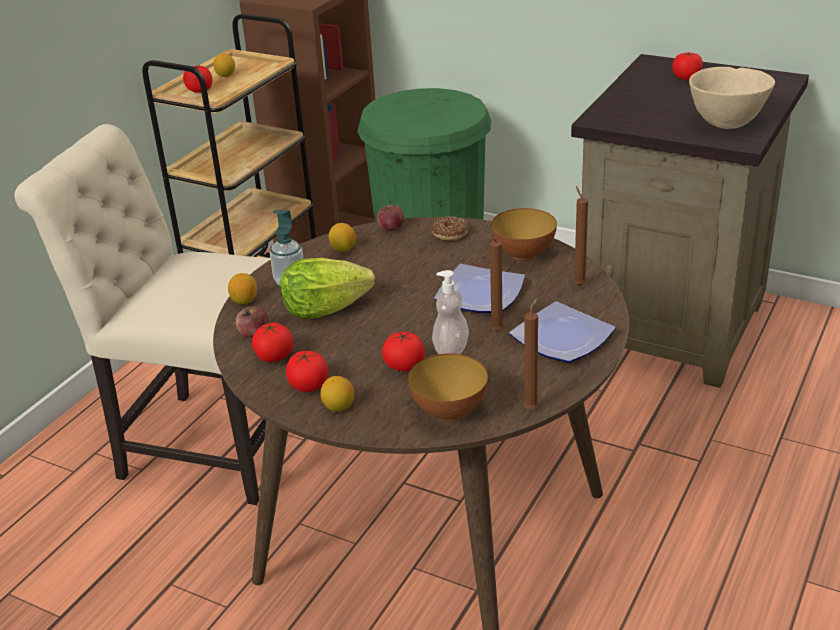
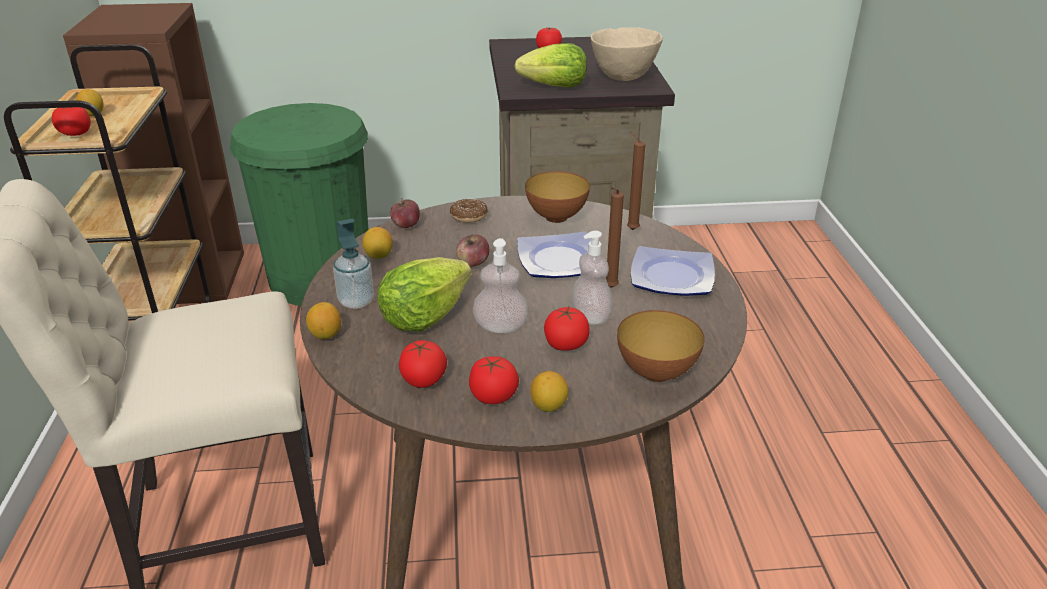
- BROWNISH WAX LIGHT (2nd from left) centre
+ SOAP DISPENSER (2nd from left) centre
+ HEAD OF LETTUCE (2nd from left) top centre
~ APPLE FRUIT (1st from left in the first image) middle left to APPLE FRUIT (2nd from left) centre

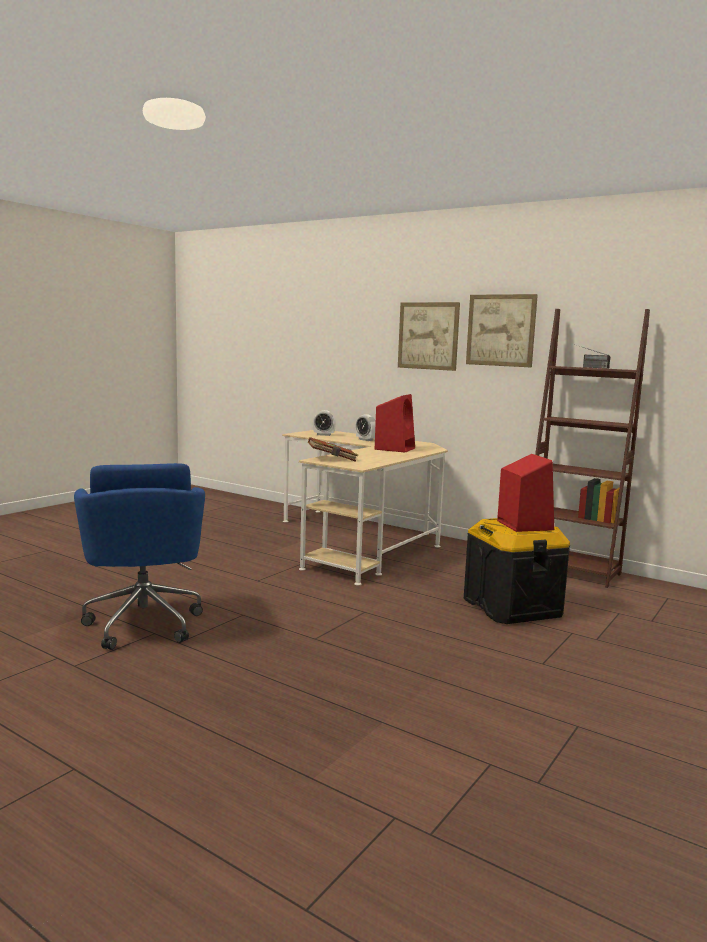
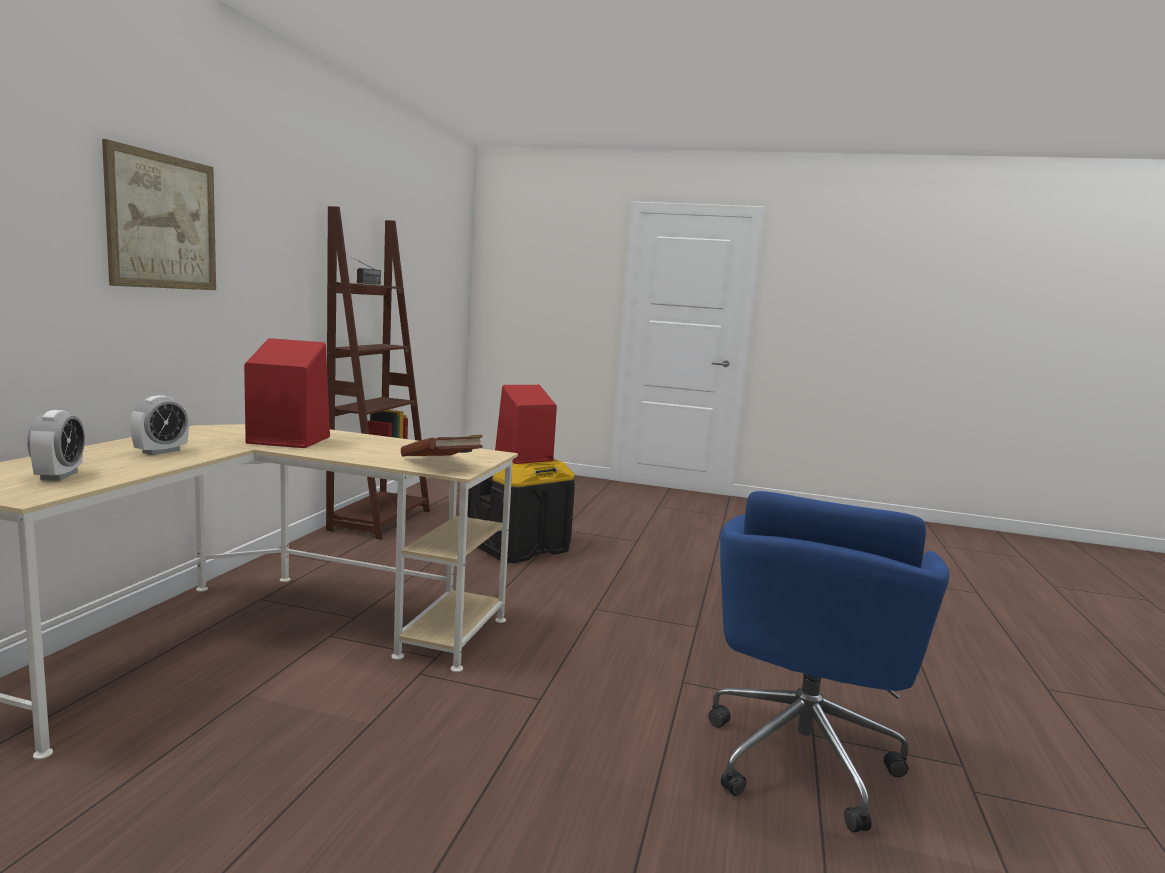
- PICTURE (2nd from left) middle right
~ BLUE OFFICE CHAIR middle left = bottom right 150 degrees clockwise

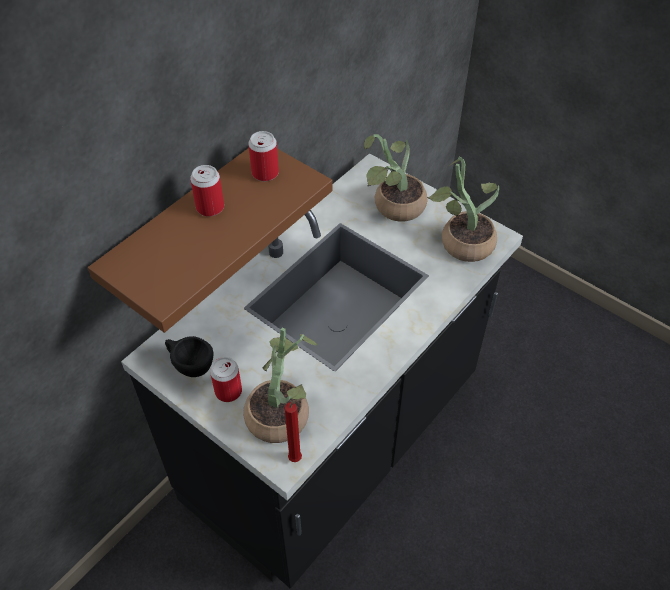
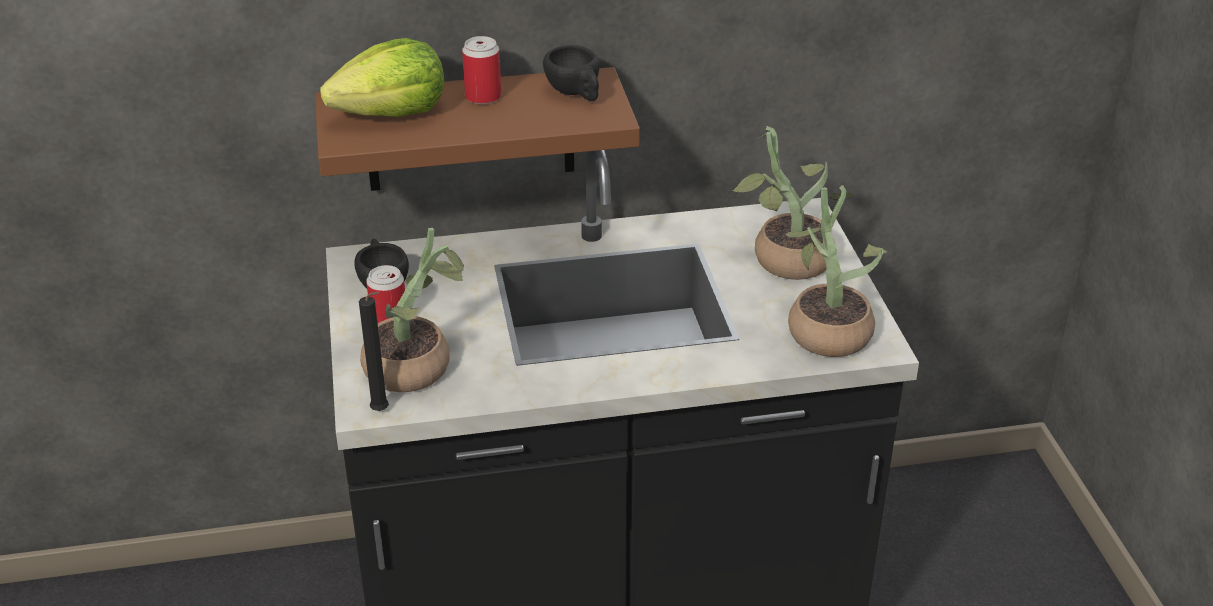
+ HEAD OF LETTUCE top left
~ SEALED CAN (3rd from left) top centre to BLACKISH DRINKING CUP (2nd from left) top centre
~ RED WAX LIGHT bottom centre to BLACKISH WAX LIGHT middle left

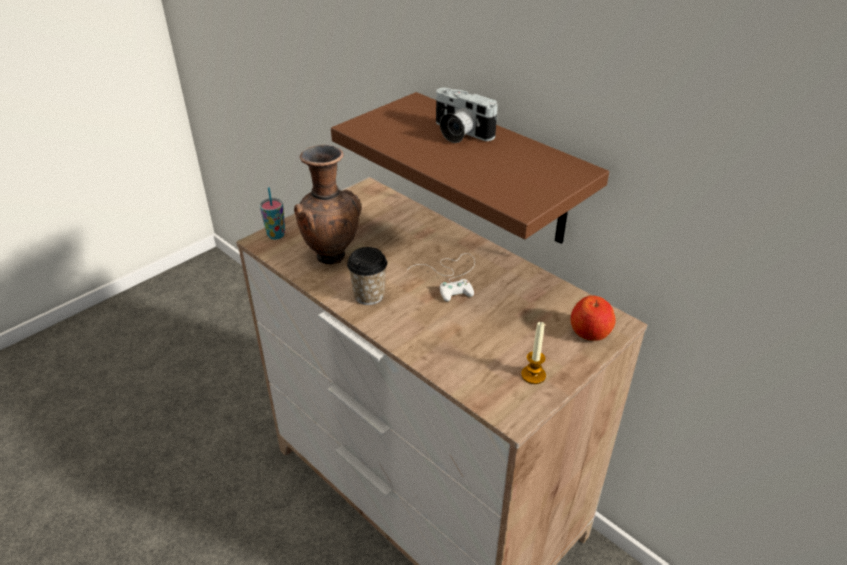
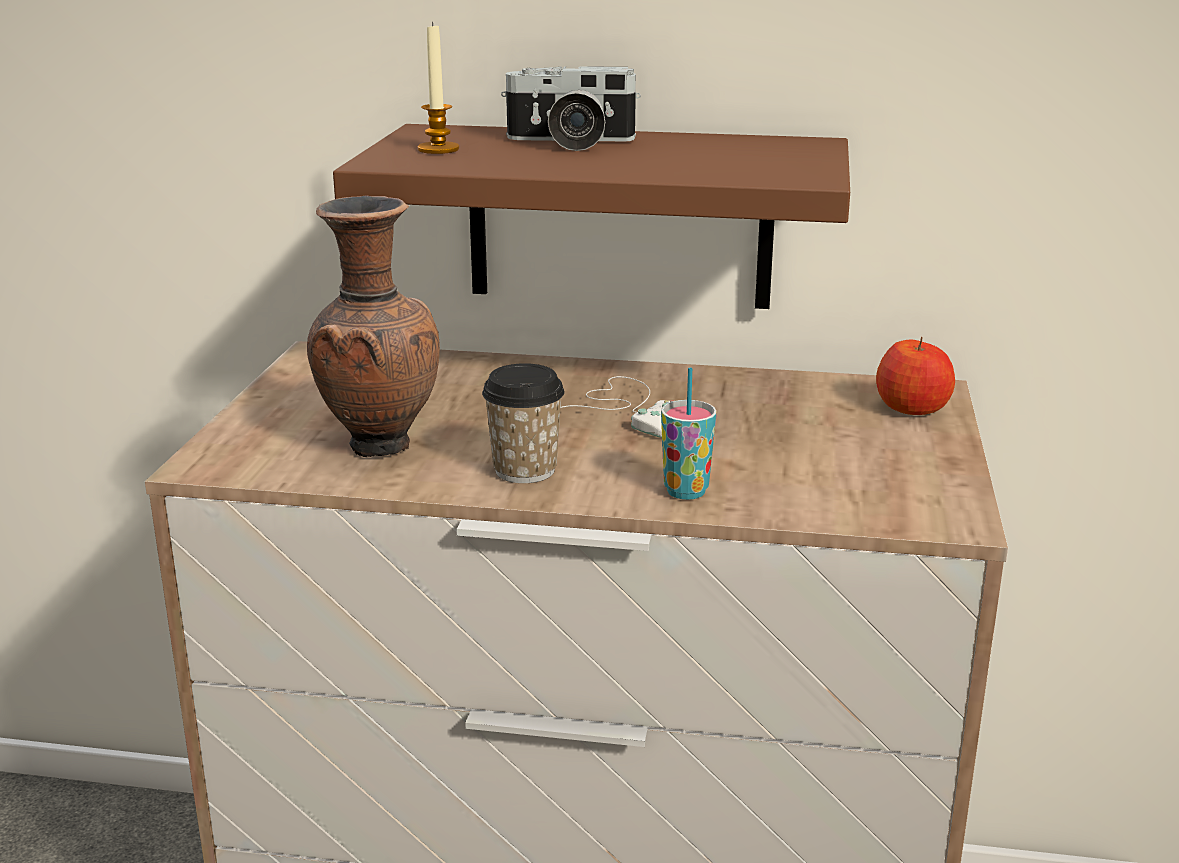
~ DRINKING CUP (1st from left in the first image) middle left to DRINKING CUP (2nd from left) centre
~ WAX LIGHT centre to top centre

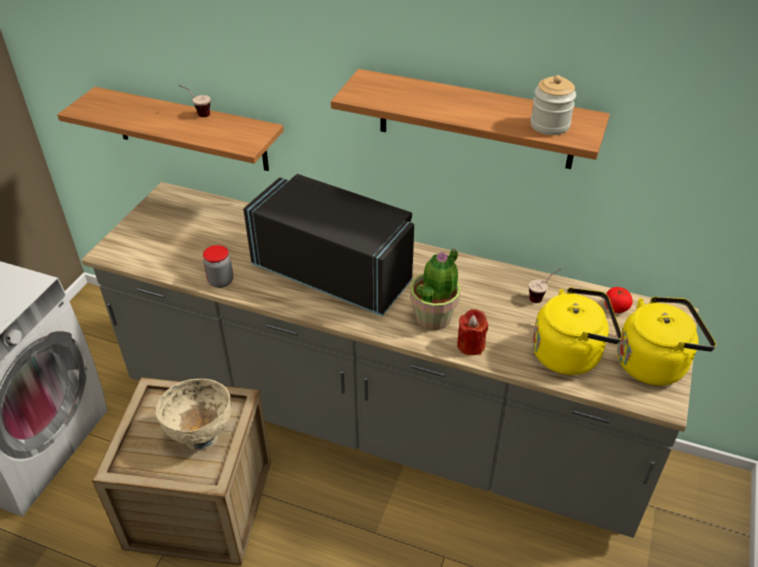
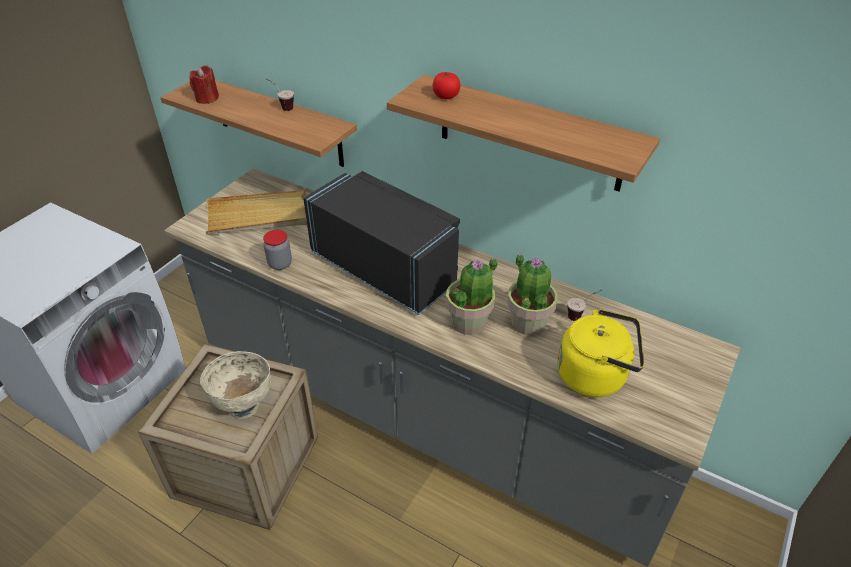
- PRESERVE JAR (2nd from left) top right
- YELLOW-COLOURED KETTLE (2nd from left) middle right
+ SAND-COLOURED SERVING TRAY middle left
+ PLANT IN A POT (2nd from left) centre
~ RED WAX LIGHT centre to top left
~ TOMATO middle right to top centre

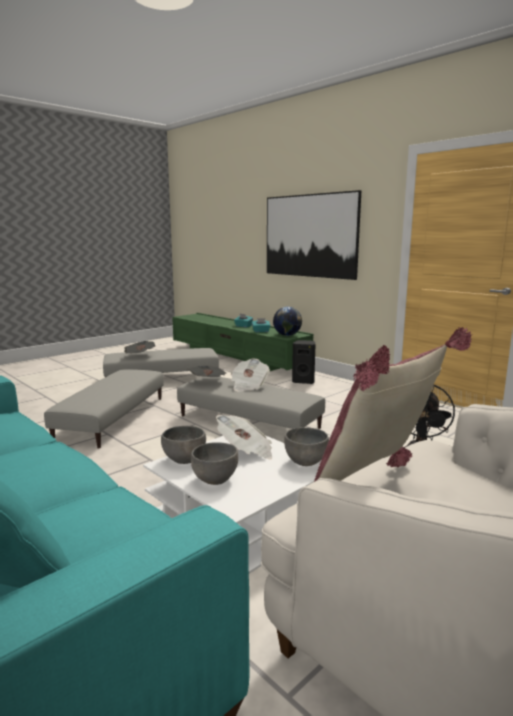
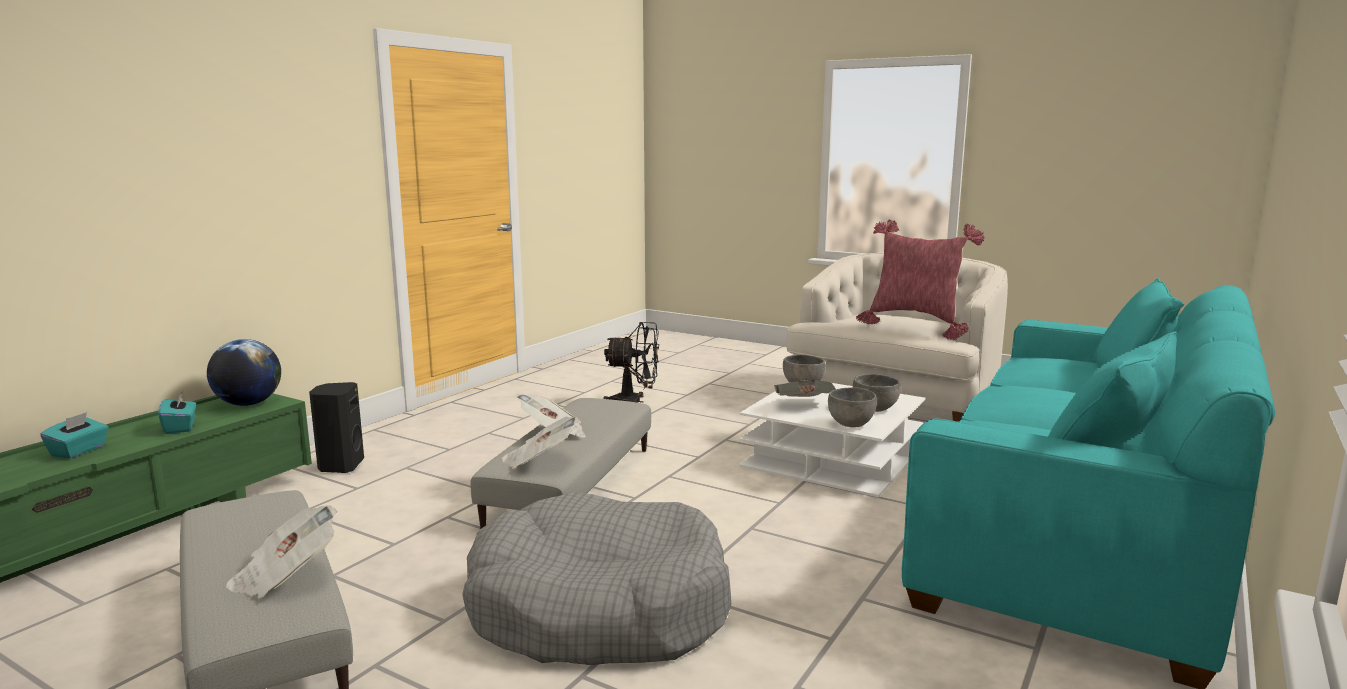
- PICTURE top centre
~ GREY POUFFE (1st from left) middle left to GREY DOG BED bottom centre

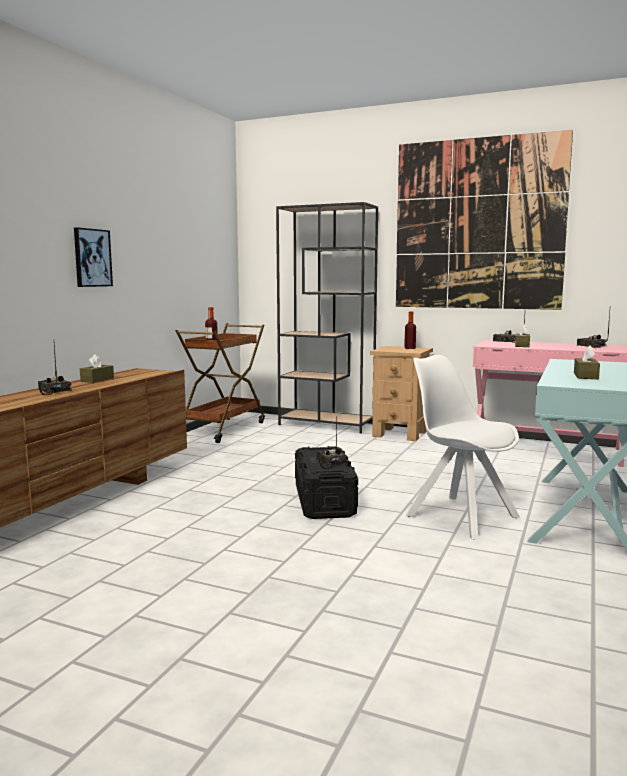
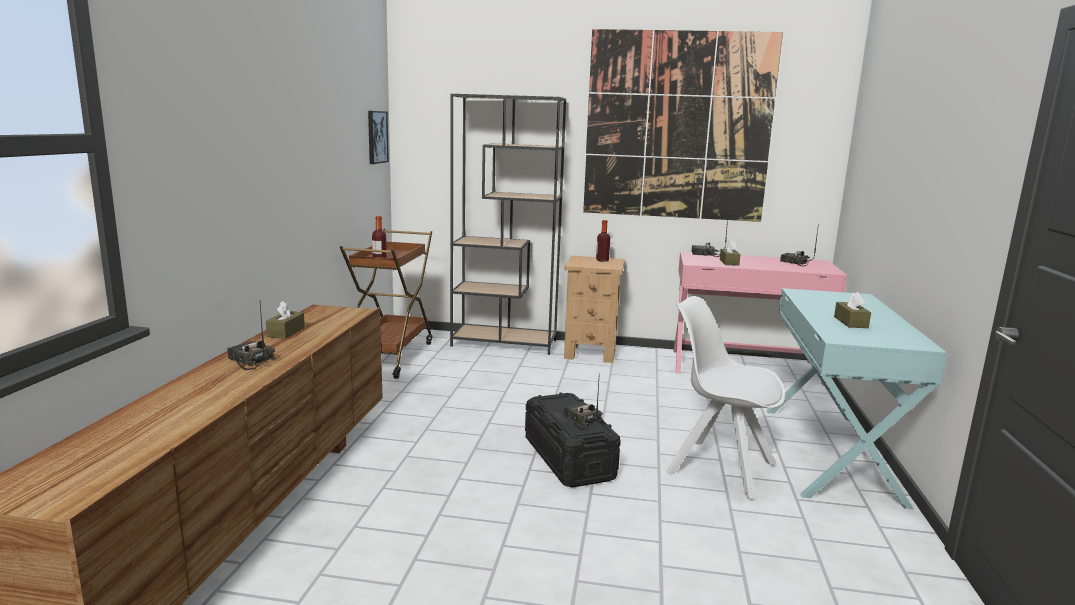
~ PICTURE (1st from left) top left to top centre

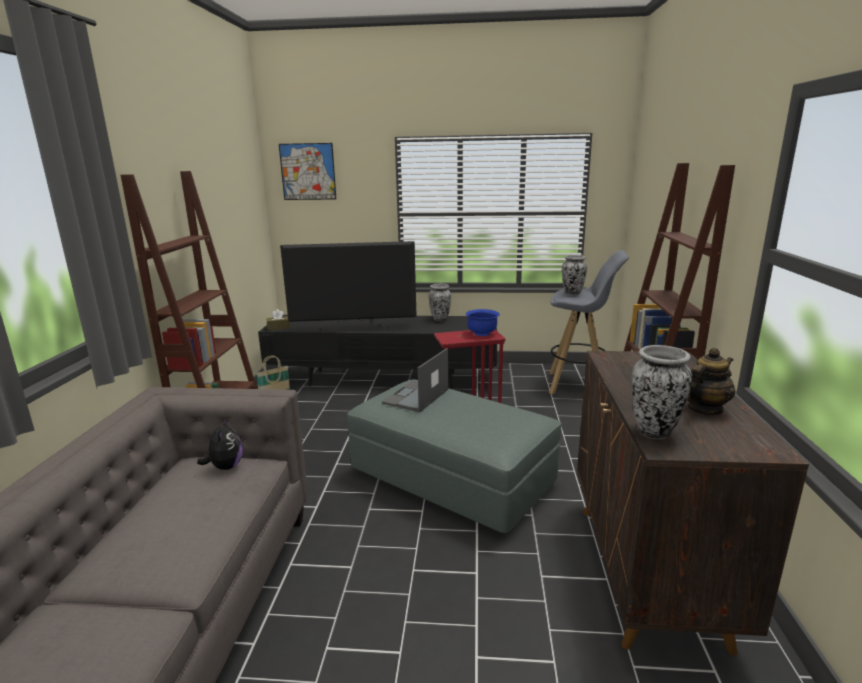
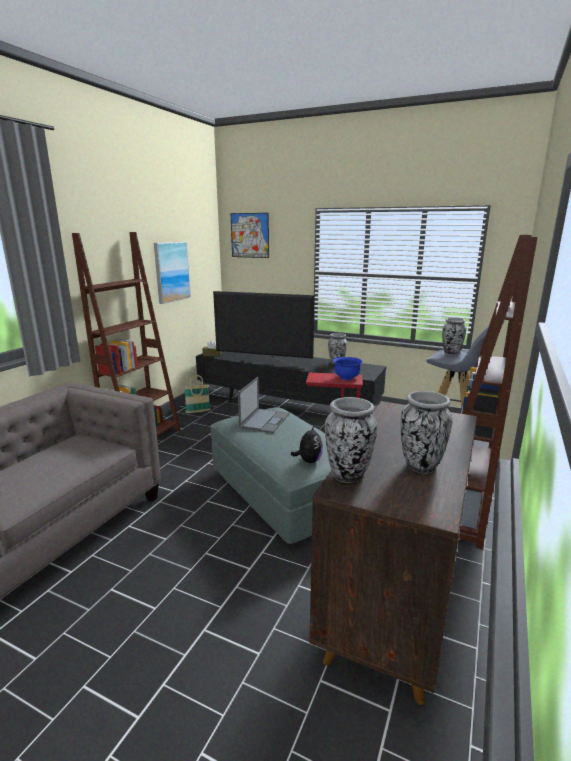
+ PICTURE (1st from left) middle left
~ CUDDLY TOY middle left to centre
~ POT FOR TEA middle right to VASE (3rd from left) middle right
~ LAPTOP centre = centre 150 degrees clockwise

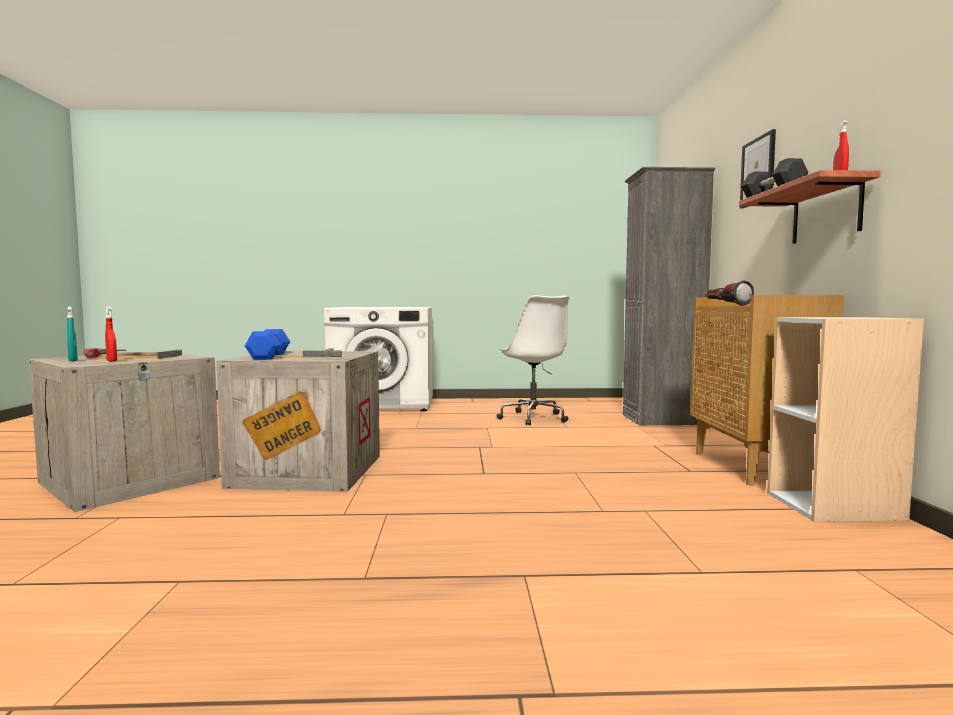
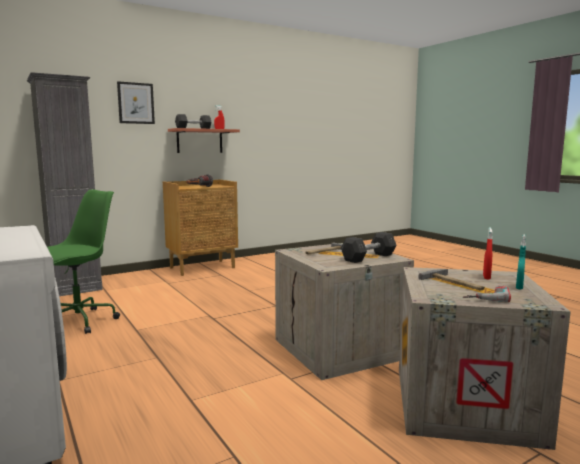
- SHELVING UNIT middle right
~ BLUE DUMBBELL middle left to GREY DUMBBELL (2nd from left) centre
~ WHITE OFFICE CHAIR centre to GREEN OFFICE CHAIR middle left

